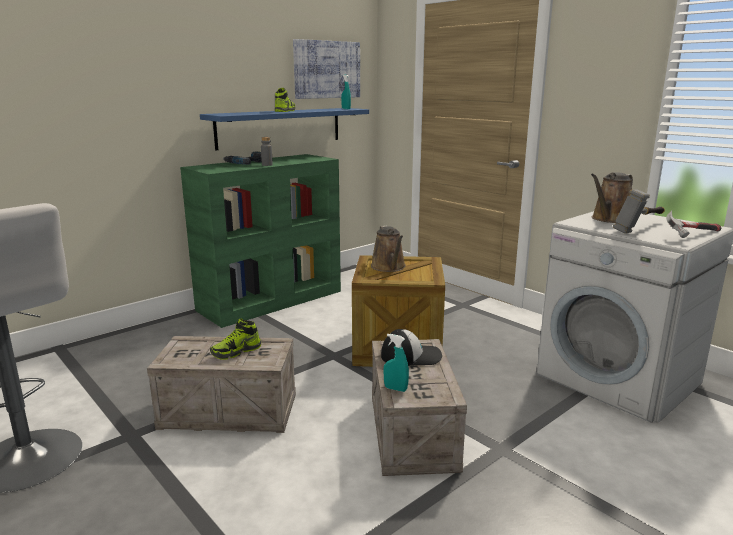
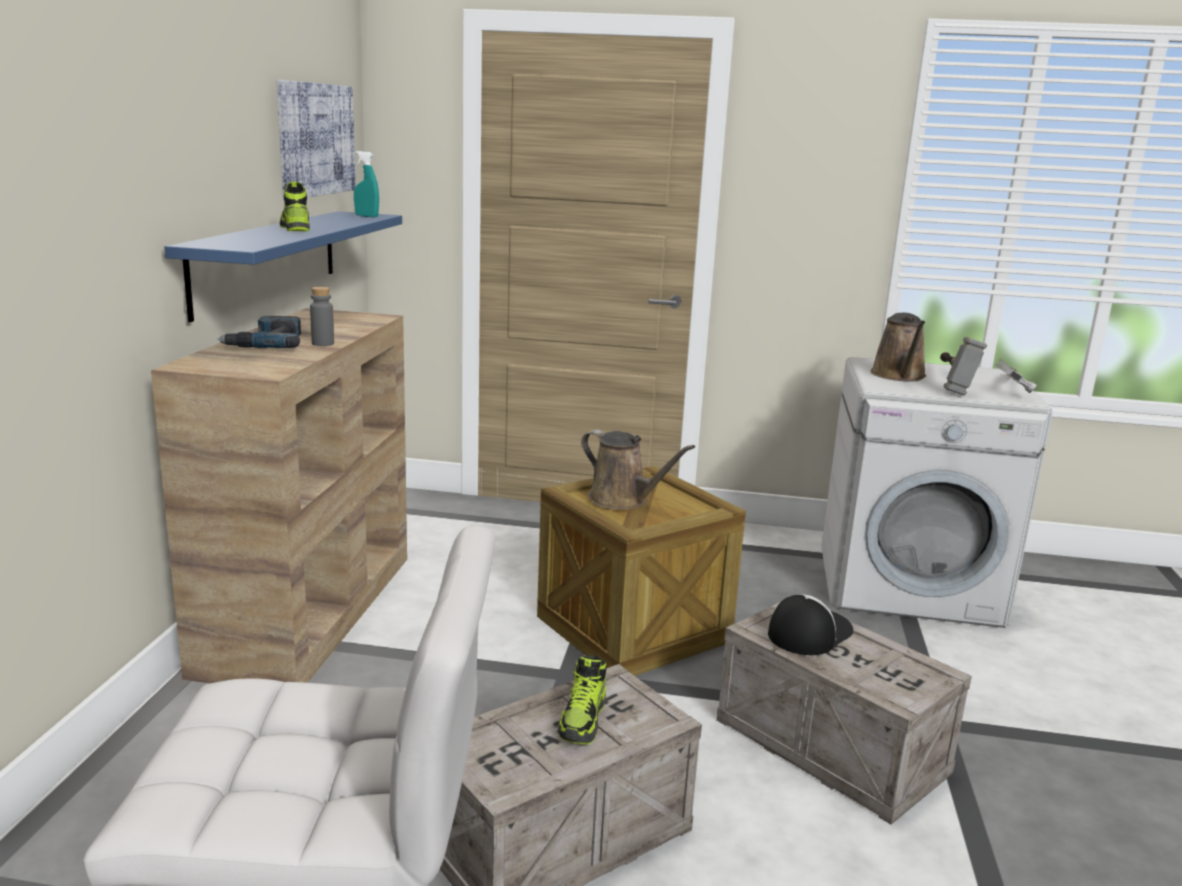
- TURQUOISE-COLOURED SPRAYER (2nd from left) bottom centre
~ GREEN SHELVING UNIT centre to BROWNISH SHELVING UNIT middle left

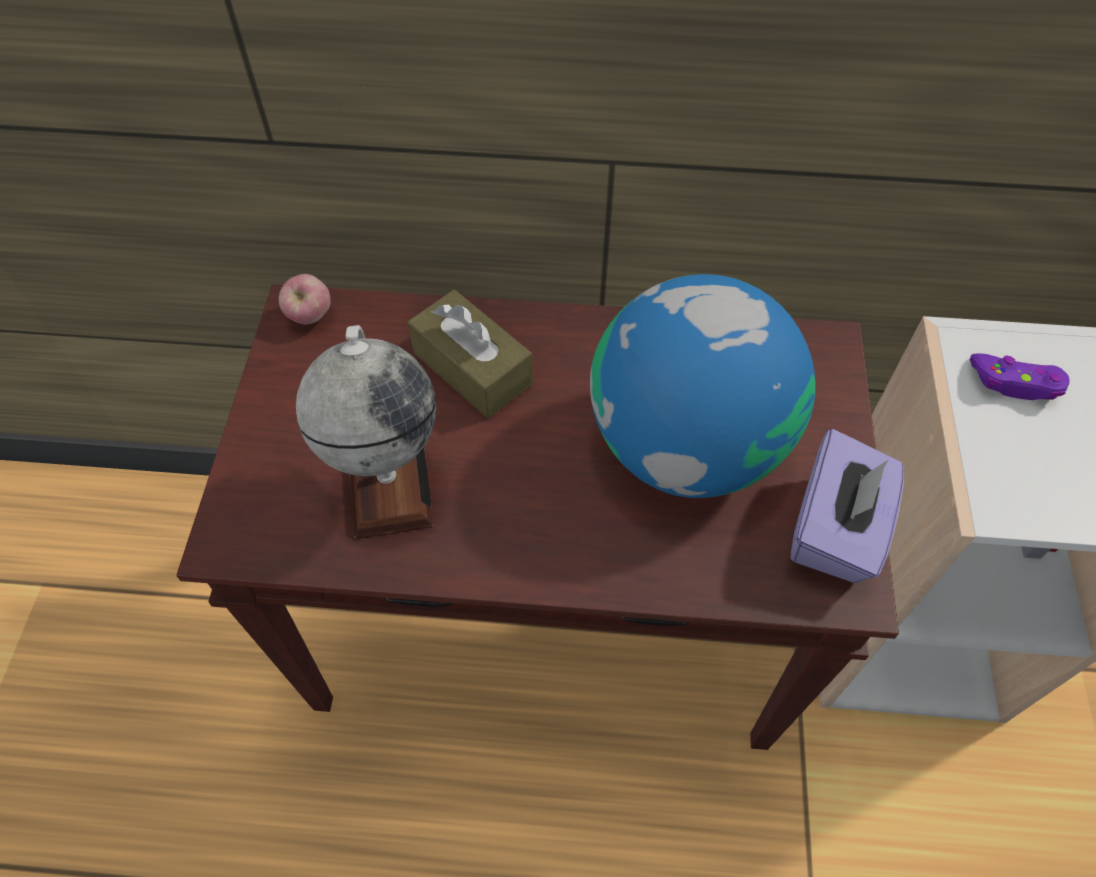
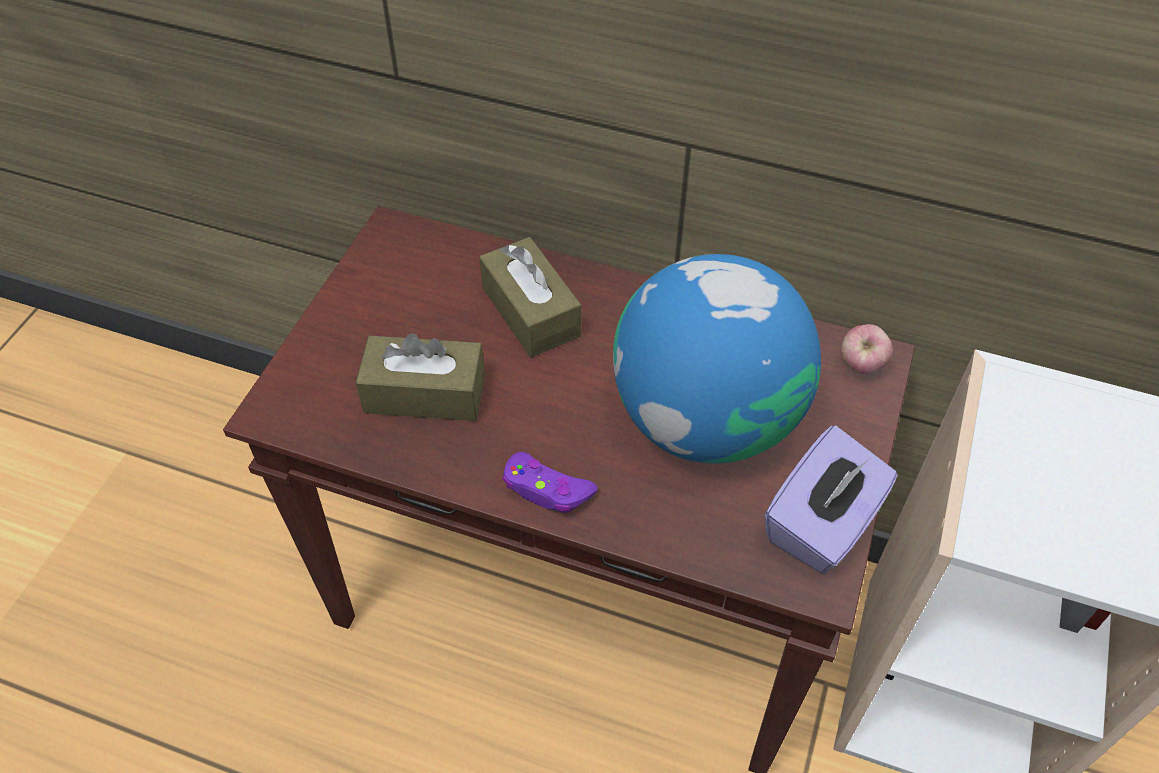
~ APPLE FRUIT middle left to middle right
~ PURPLE-COLOURED JOYPAD middle right to centre
~ GLOBE (1st from left) centre to BROWNISH BOX OF TISSUES (1st from left) centre

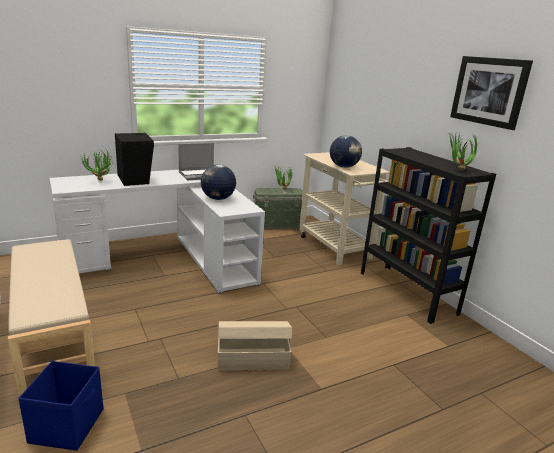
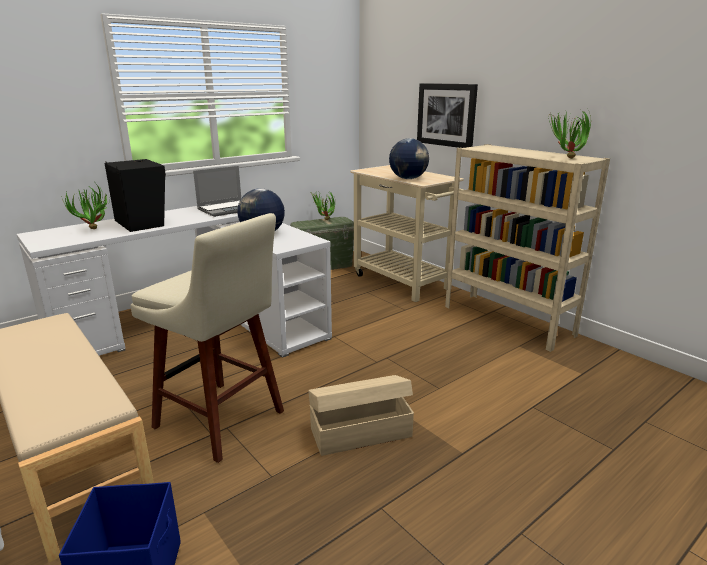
+ SAND-COLOURED STOOL SEAT middle left
~ PICTURE top right to top centre
~ BLACKISH SHELVING UNIT middle right to SAND-COLOURED SHELVING UNIT middle right

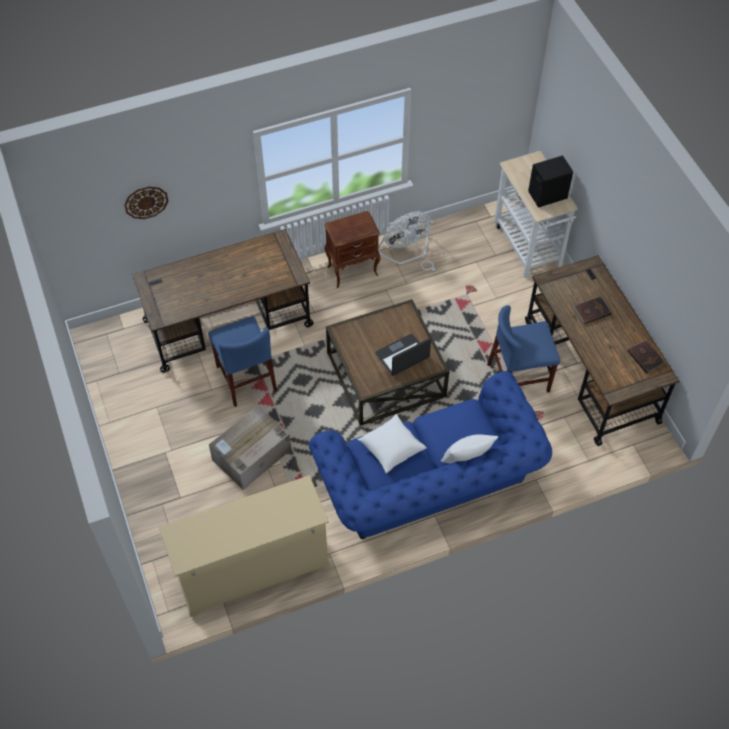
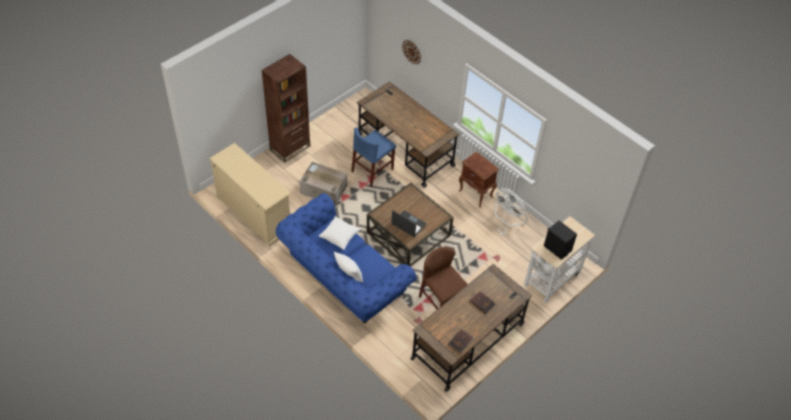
+ BROWNISH SHELVING UNIT top centre
~ BLUE UPRIGHT CHAIR (2nd from left) middle right to BROWNISH UPRIGHT CHAIR centre

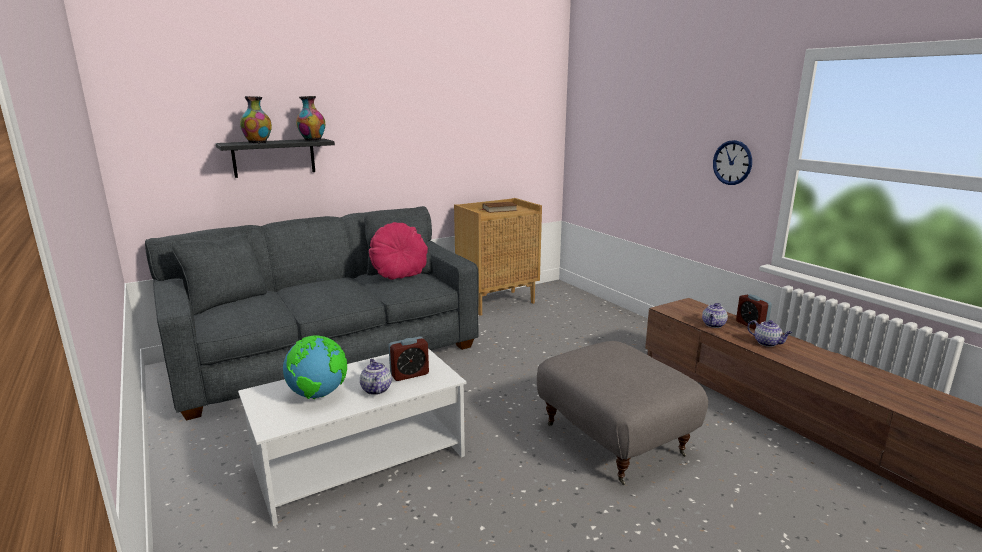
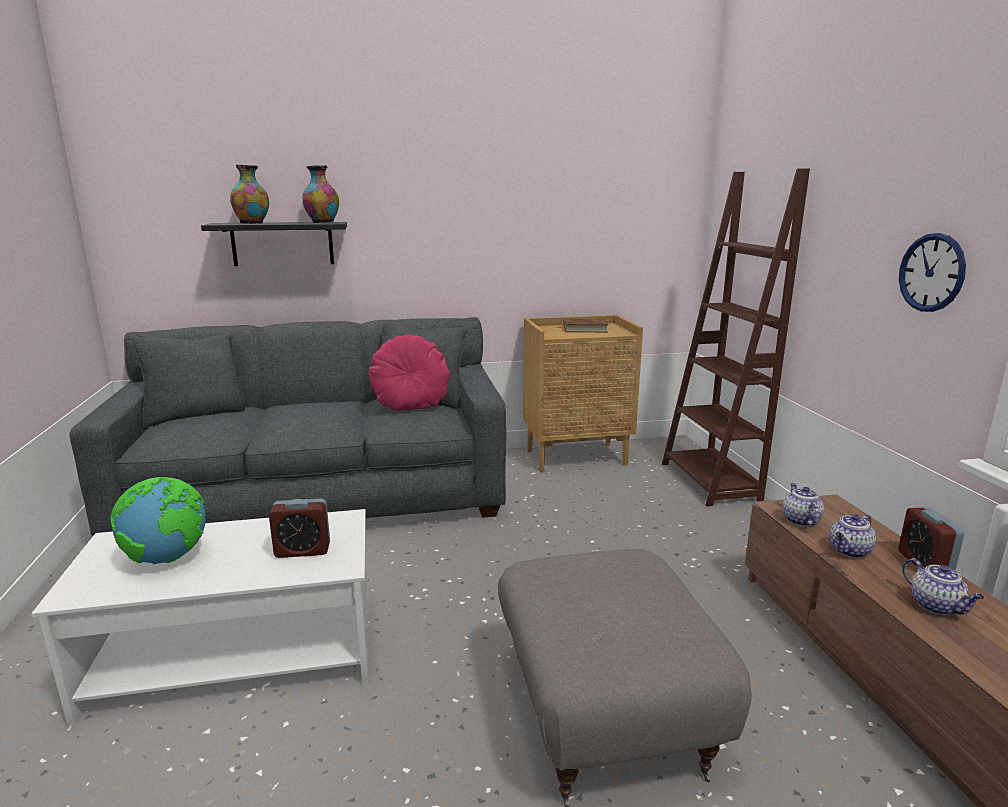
+ BROWNISH SHELVING UNIT middle right
~ POT FOR TEA (1st from left) bottom centre to middle right

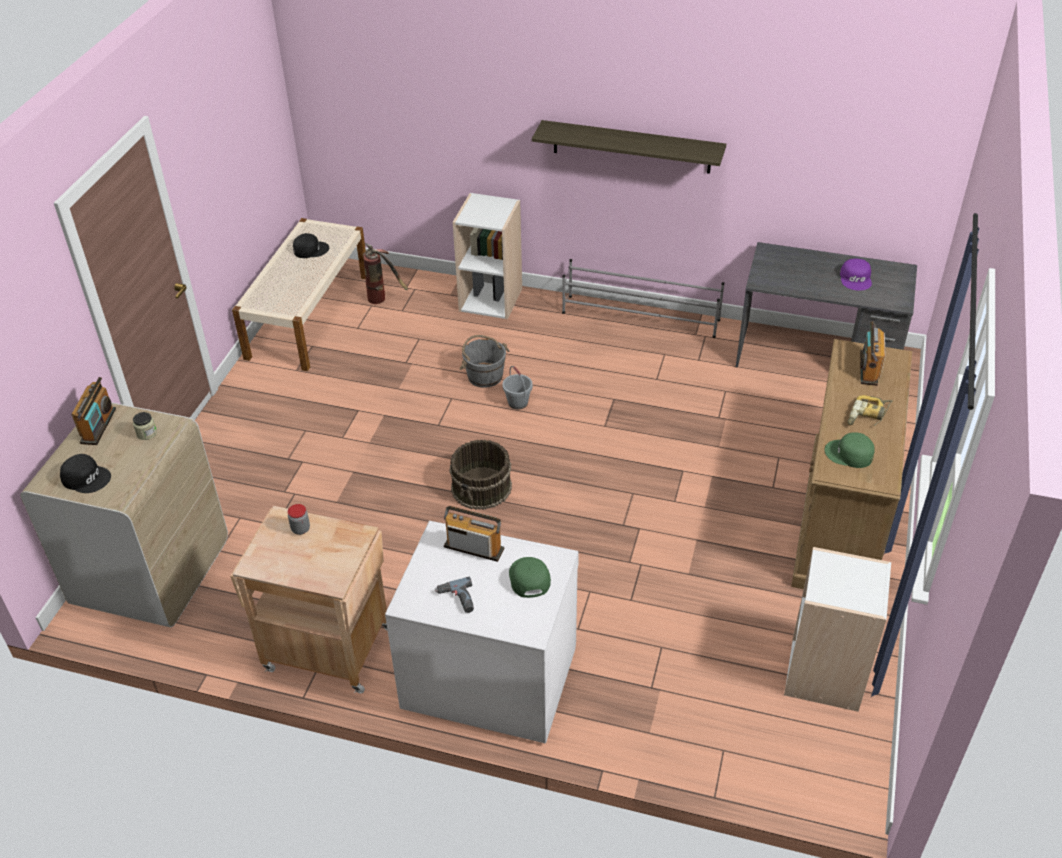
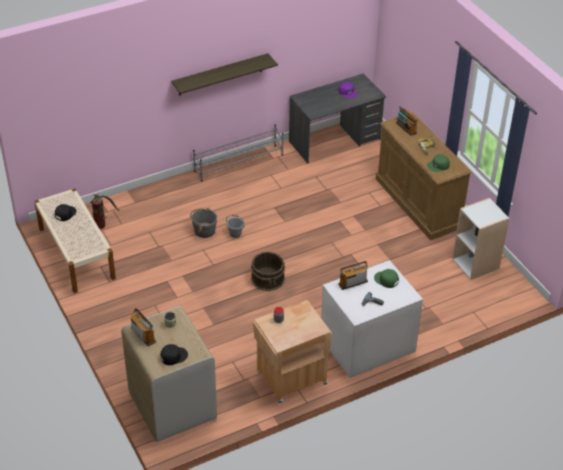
- SHELVING UNIT (1st from left) top centre

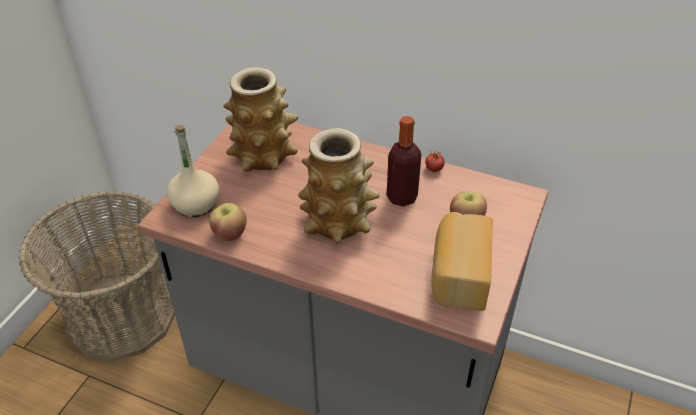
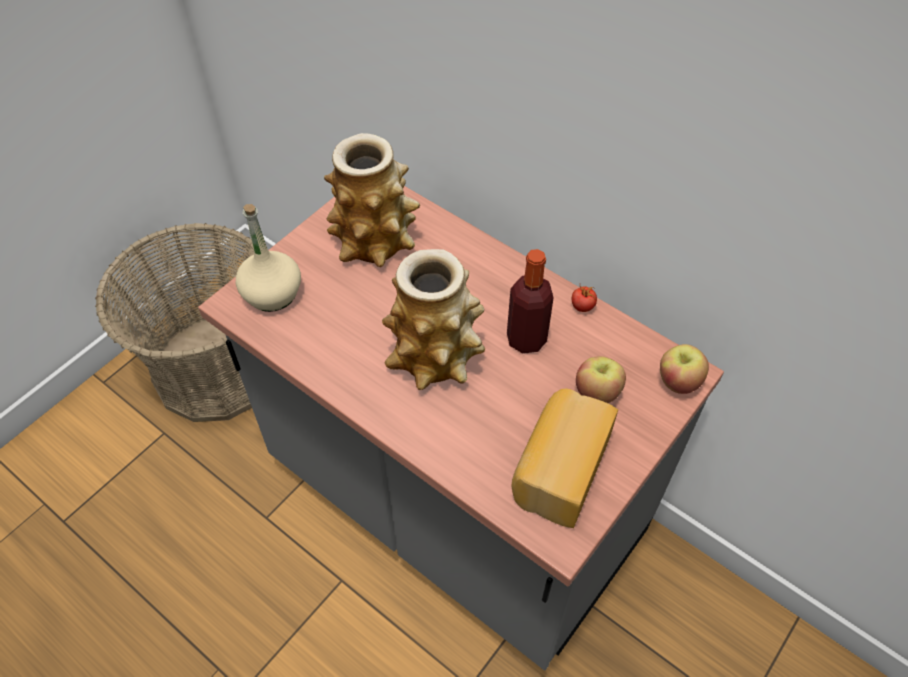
~ APPLE FRUIT (1st from left in the first image) middle left to APPLE FRUIT (2nd from left) middle right

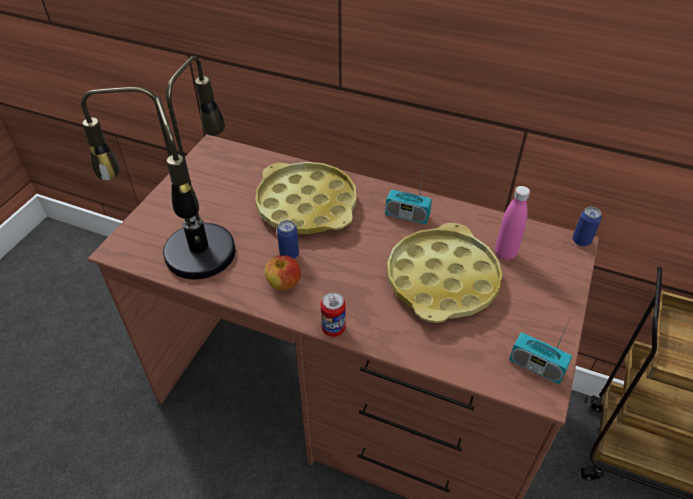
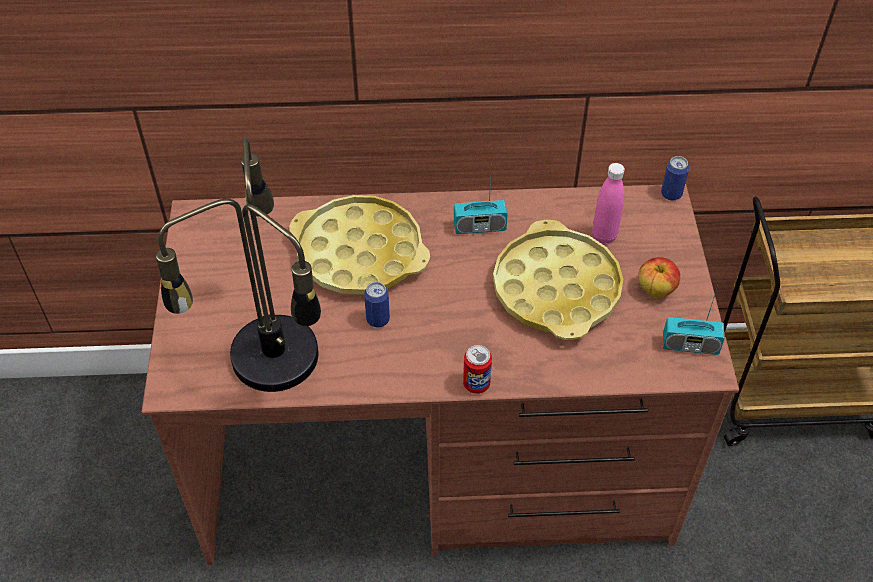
~ APPLE FRUIT centre to middle right

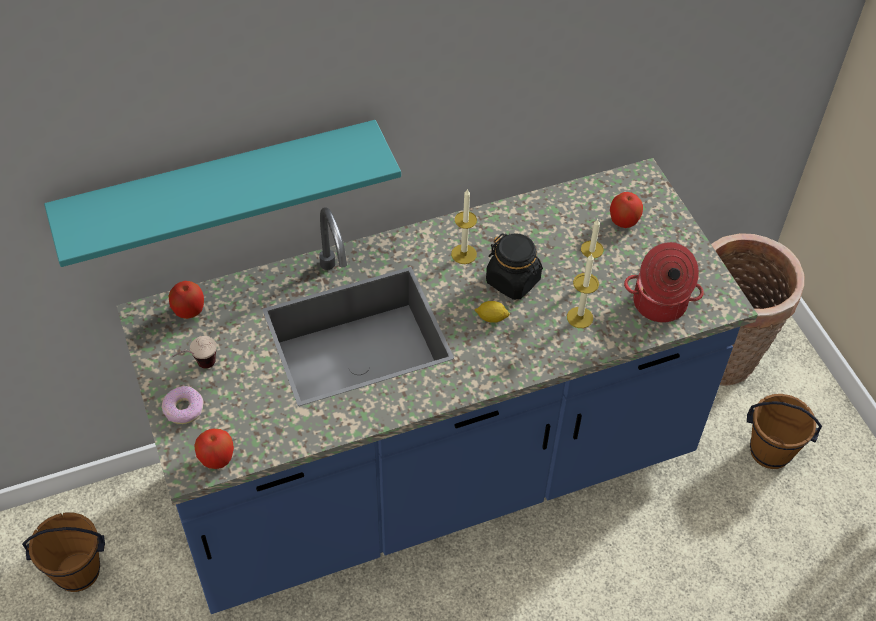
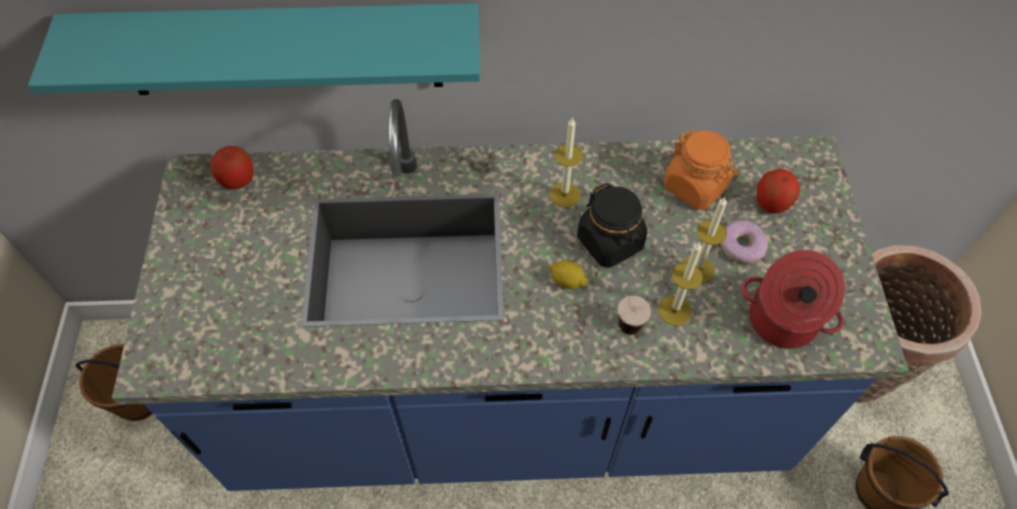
- APPLE FRUIT (2nd from left) bottom left
+ ORANGEY PRESERVE JAR middle right
~ RING DOUGHNUT middle left to middle right
~ DRINKING CUP middle left to centre

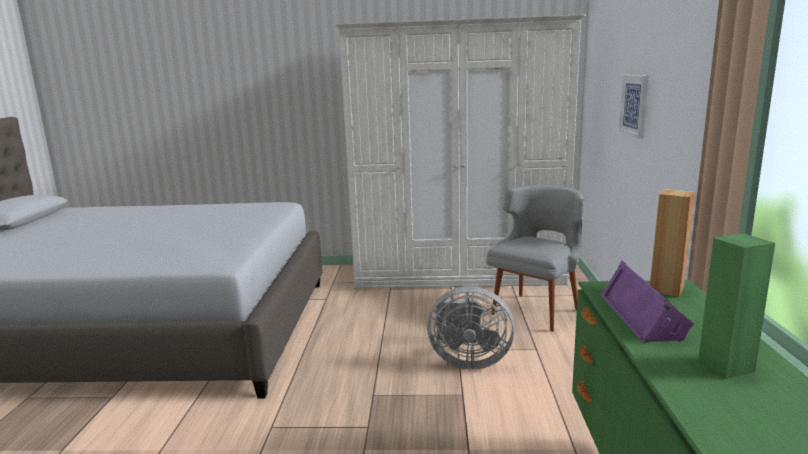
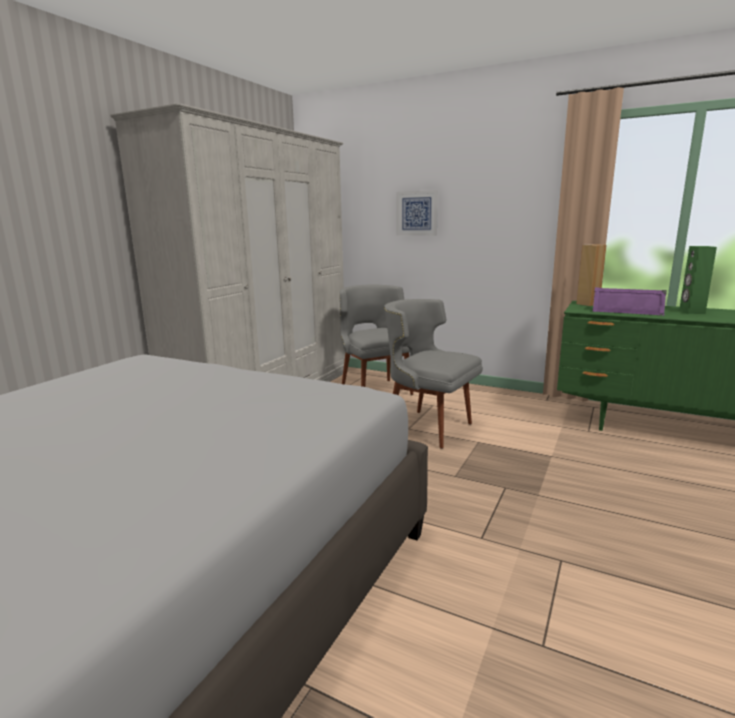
~ GREY FAN bottom centre to GREY UPRIGHT CHAIR (2nd from left) centre

